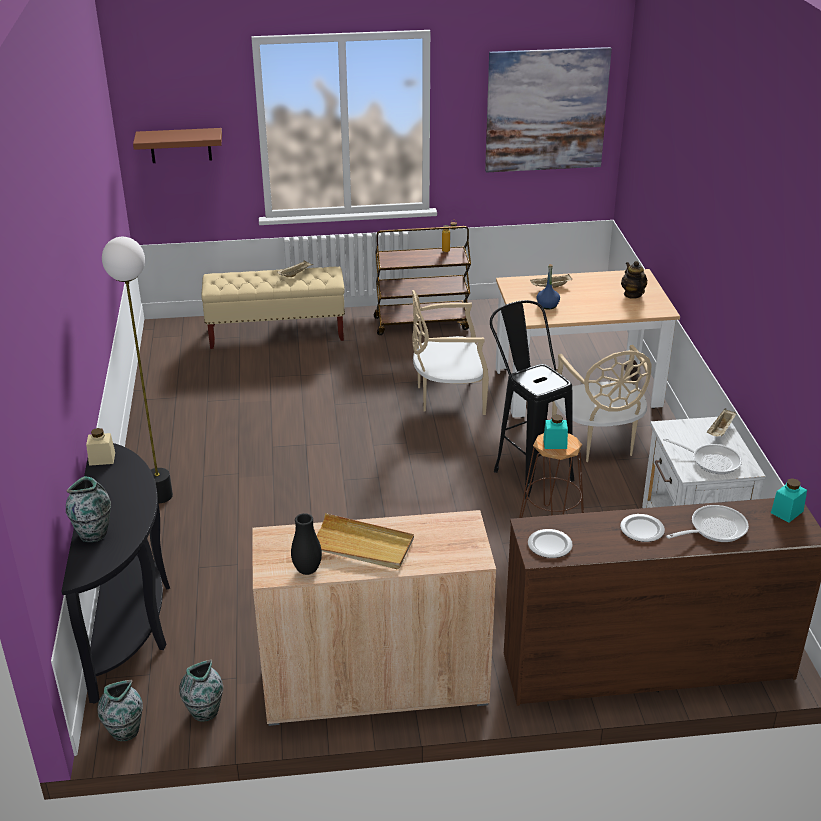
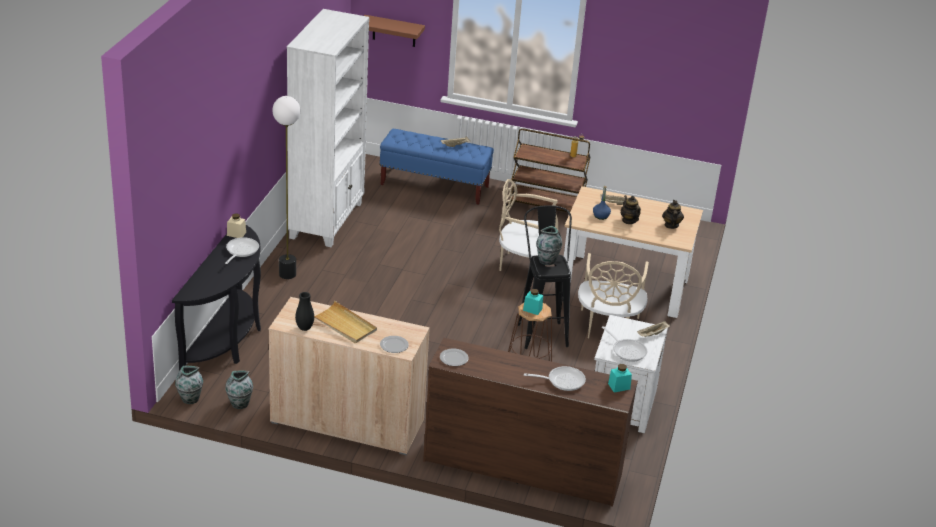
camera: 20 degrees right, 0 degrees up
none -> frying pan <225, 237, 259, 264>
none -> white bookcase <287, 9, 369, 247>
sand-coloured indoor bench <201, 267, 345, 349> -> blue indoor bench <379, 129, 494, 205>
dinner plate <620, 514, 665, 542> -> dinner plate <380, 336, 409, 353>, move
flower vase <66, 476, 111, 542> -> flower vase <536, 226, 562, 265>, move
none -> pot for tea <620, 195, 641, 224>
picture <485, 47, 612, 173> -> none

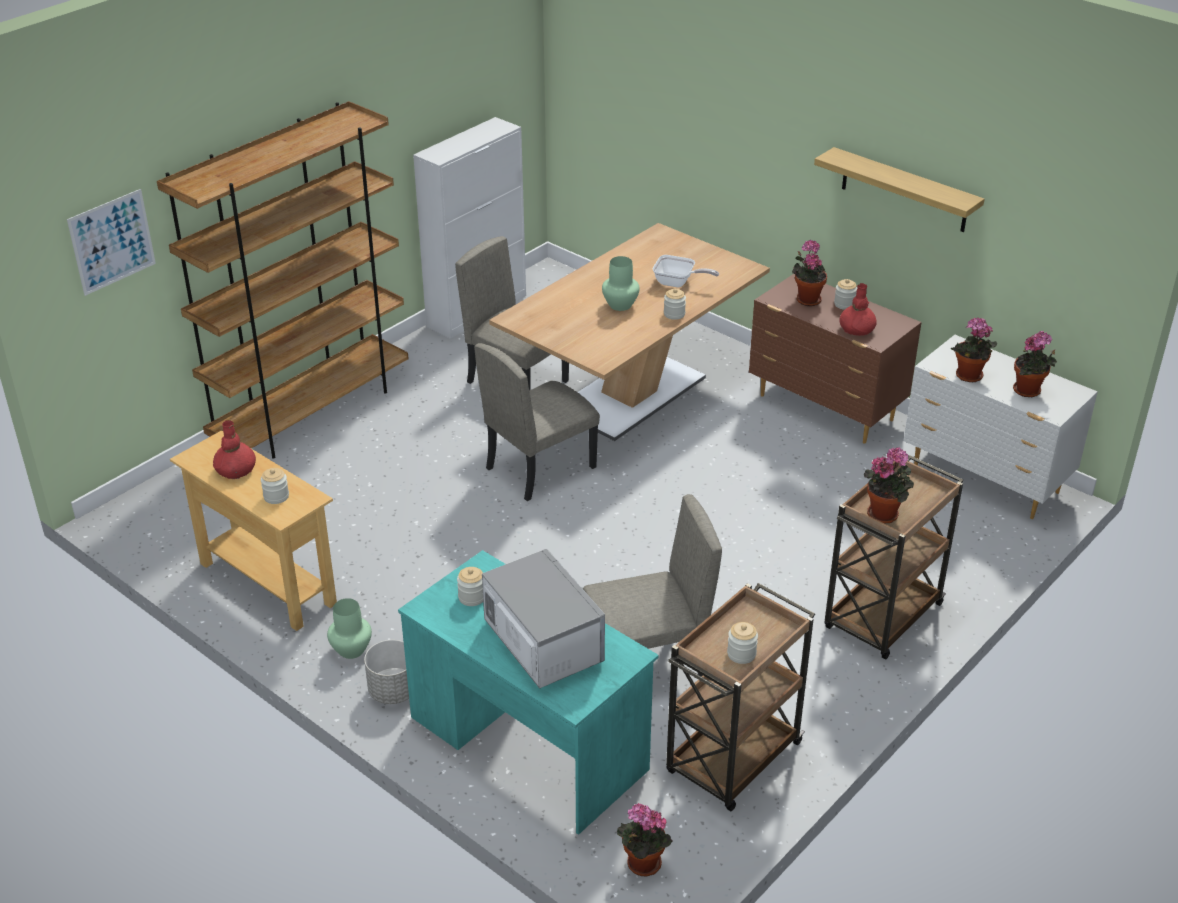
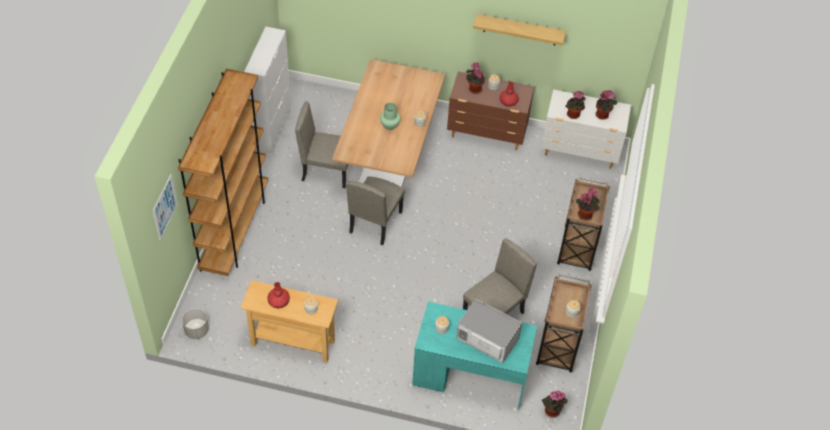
camera: 30 degrees left, 15 degrees up
greyish plant pot <364, 640, 409, 704> -> greyish plant pot <182, 308, 209, 339>, move
greenish flower vase <327, 598, 372, 659> -> none
frying pan <653, 255, 719, 287> -> none

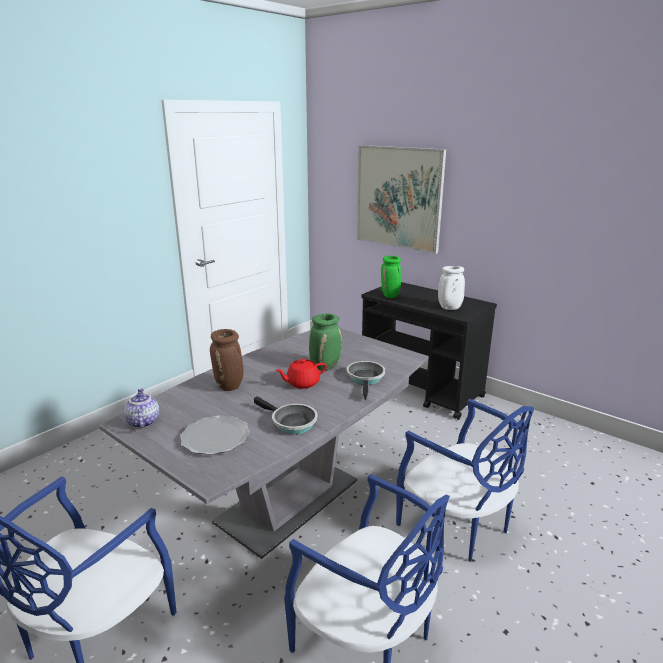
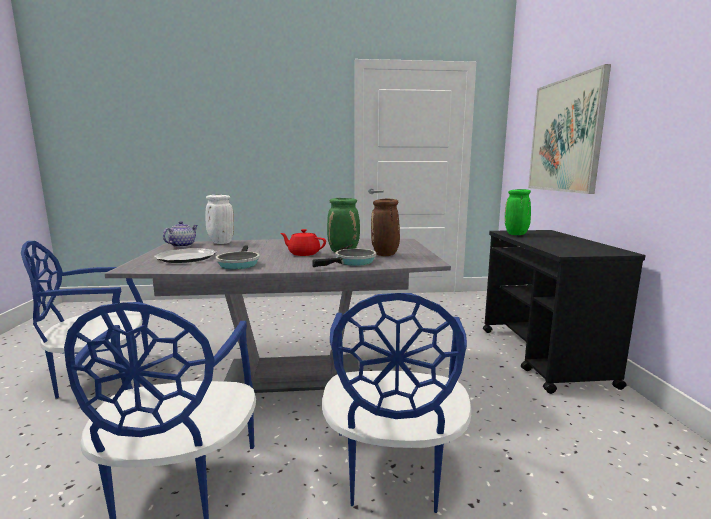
camera: 45 degrees right, 10 degrees down
white flower vase <438, 266, 465, 310> -> white flower vase <206, 195, 234, 244>, move
brown flower vase <210, 329, 244, 391> -> brown flower vase <371, 199, 400, 256>, move

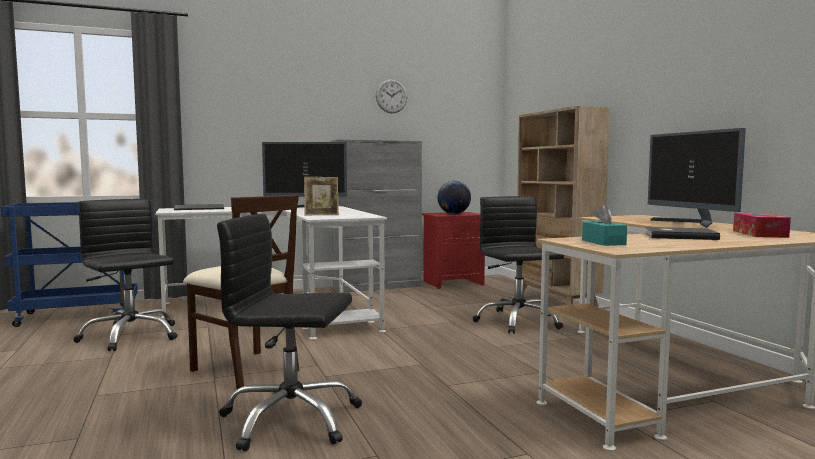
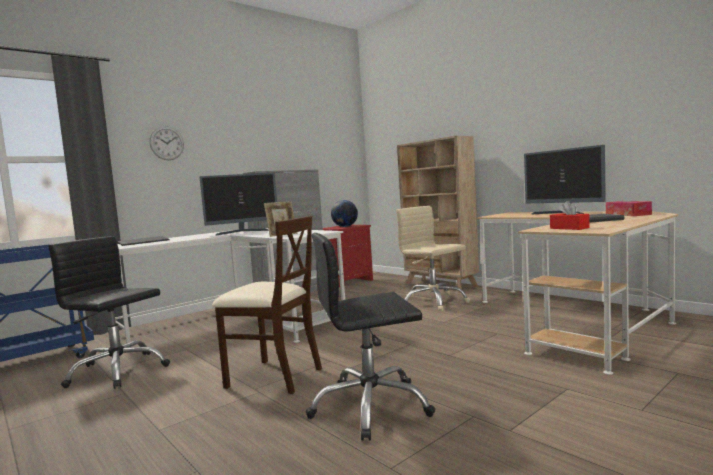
camera: 20 degrees left, 0 degrees up
wall clock <376, 79, 408, 113> -> wall clock <150, 126, 184, 160>, move
blackish office chair <473, 196, 564, 334> -> sand-coloured office chair <396, 206, 470, 311>
blue-green box of tissues <582, 204, 627, 246> -> reddish box of tissues <550, 201, 590, 230>

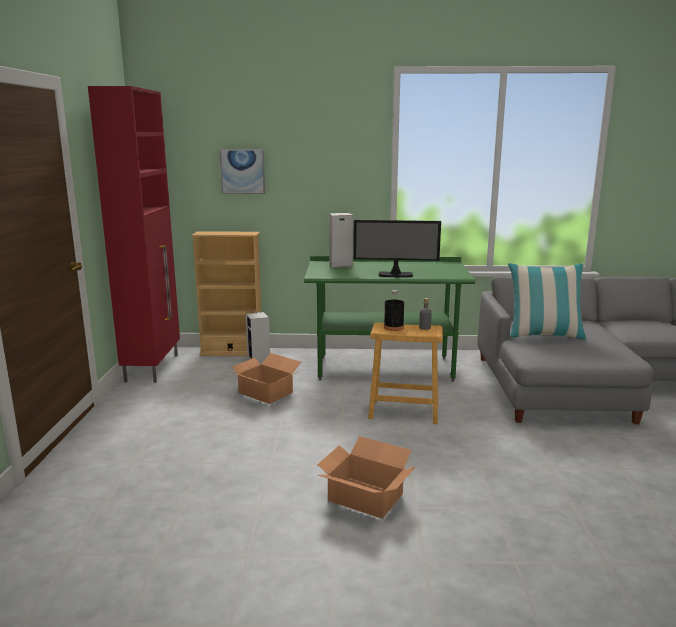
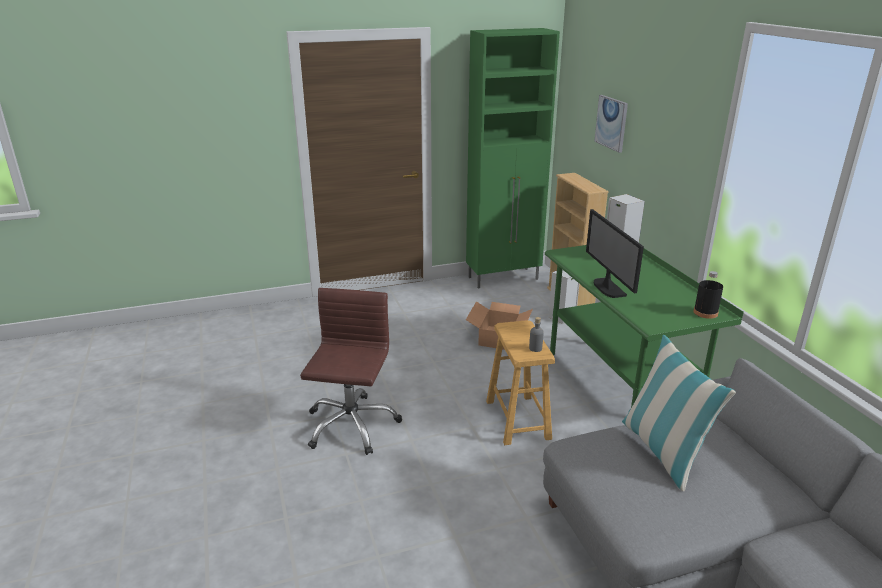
camera: 70 degrees right, 10 degrees up
cardboard box <317, 436, 415, 519> -> brown office chair <300, 288, 402, 455>
reddish cupboard <88, 86, 180, 383> -> greenish cupboard <466, 28, 560, 288>
blackish beverage bottle <384, 290, 404, 331> -> blackish beverage bottle <693, 271, 723, 319>, move

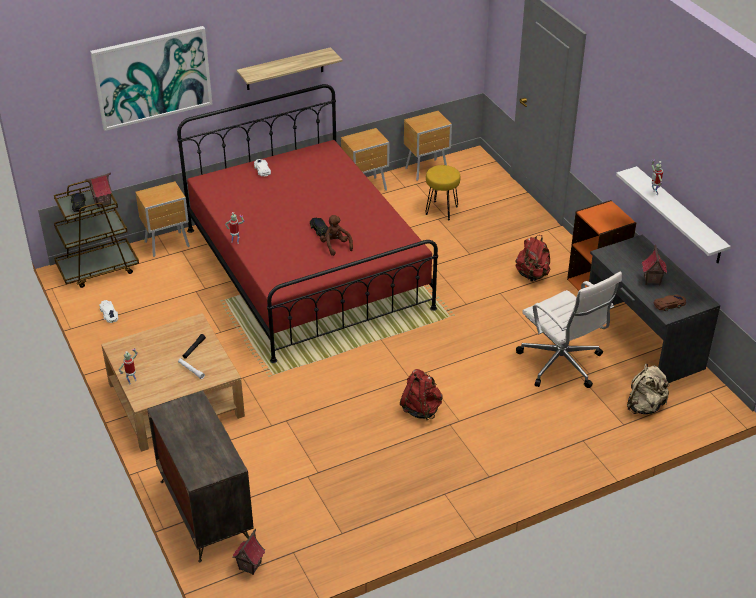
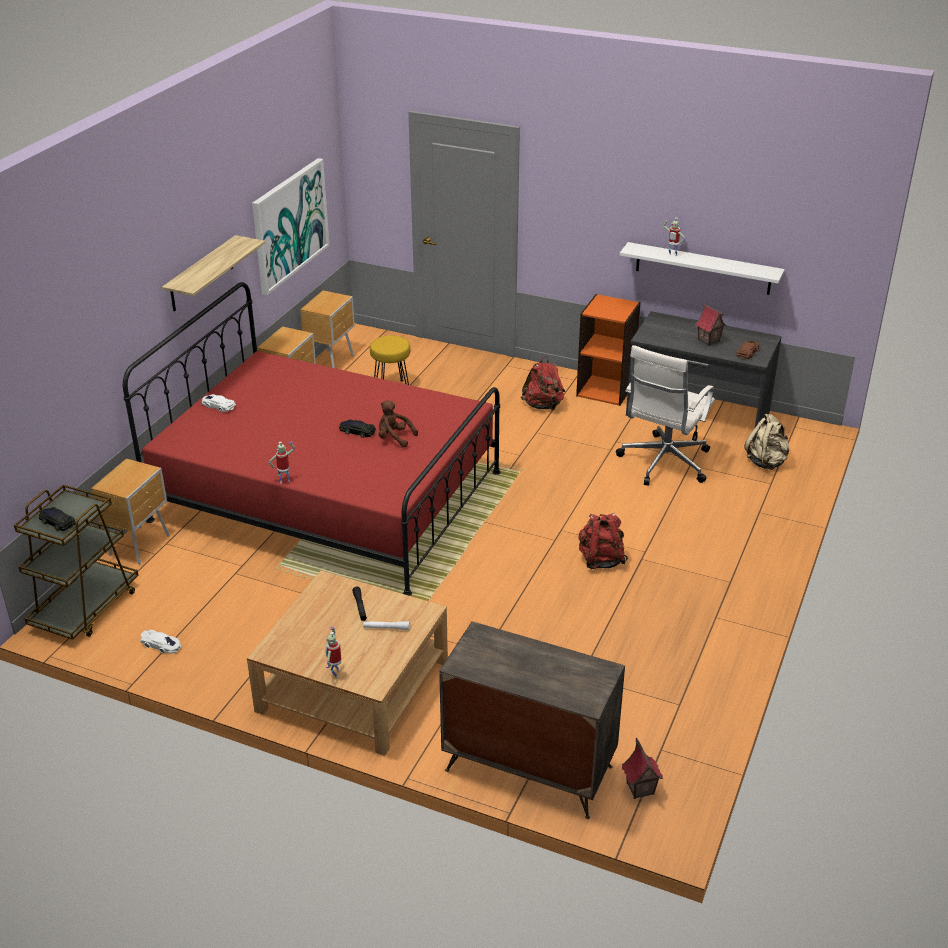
camera: 40 degrees left, 5 degrees down
picture <90, 26, 212, 131> -> picture <252, 158, 330, 295>, move
white office chair <516, 272, 622, 388> -> white office chair <616, 345, 715, 485>, 105 degrees clockwise
toy house <85, 172, 112, 207> -> none

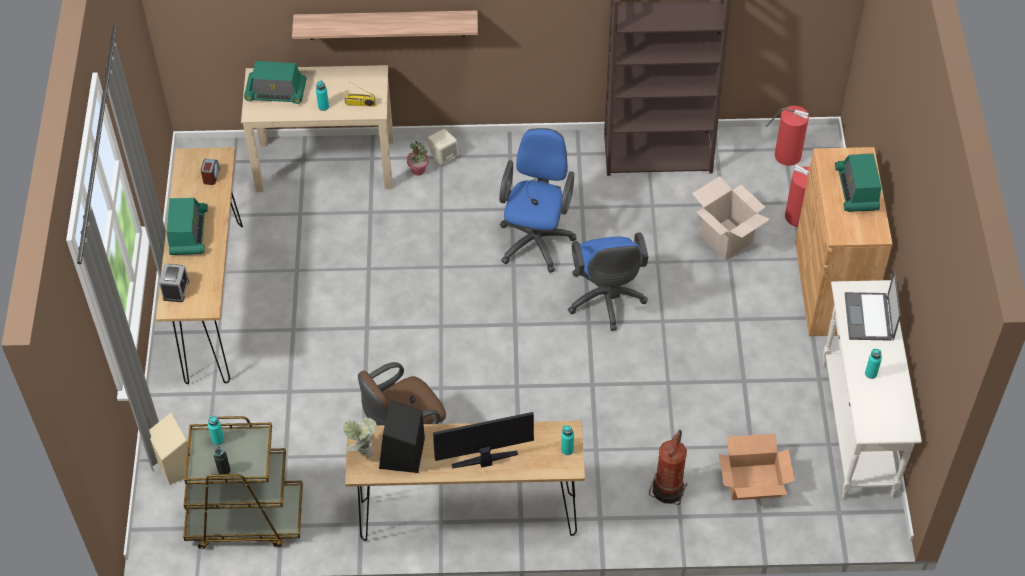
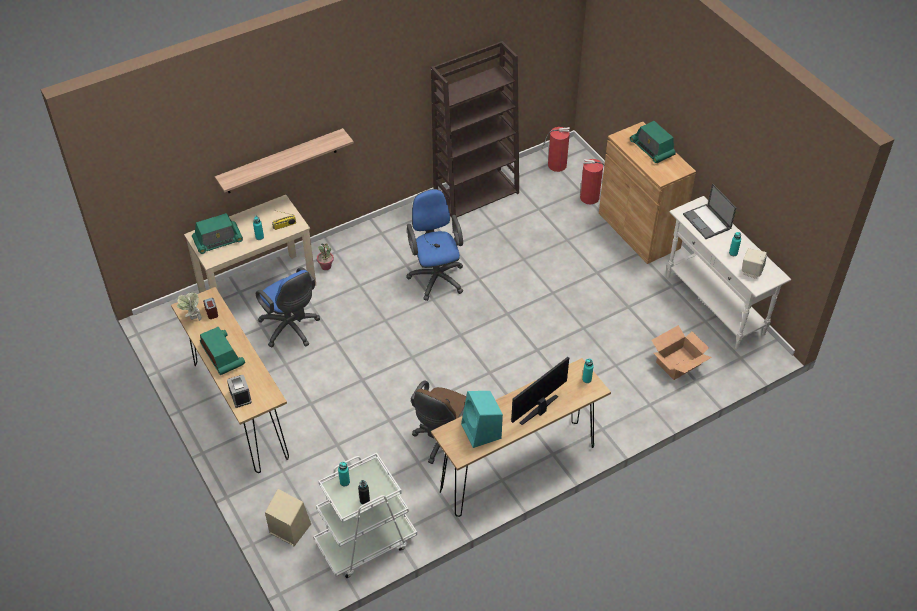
camera: 30 degrees left, 5 degrees down
plant in a pot <343, 417, 377, 458> -> plant in a pot <177, 292, 202, 321>, move
blue office chair <568, 232, 648, 331> -> blue office chair <256, 267, 320, 347>, move
brown cart <183, 416, 303, 549> -> white cart <313, 453, 417, 578>
blackish speaker <379, 399, 425, 473> -> blue-green speaker <461, 391, 503, 448>
sand-coloured speaker <428, 129, 458, 165> -> sand-coloured speaker <742, 248, 767, 279>, move
extinguisher <649, 430, 687, 505> -> none
cardboard box <692, 176, 770, 260> -> none

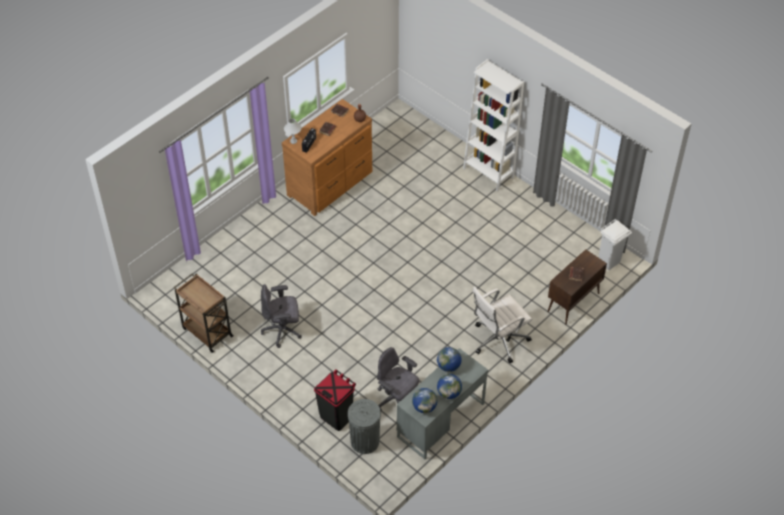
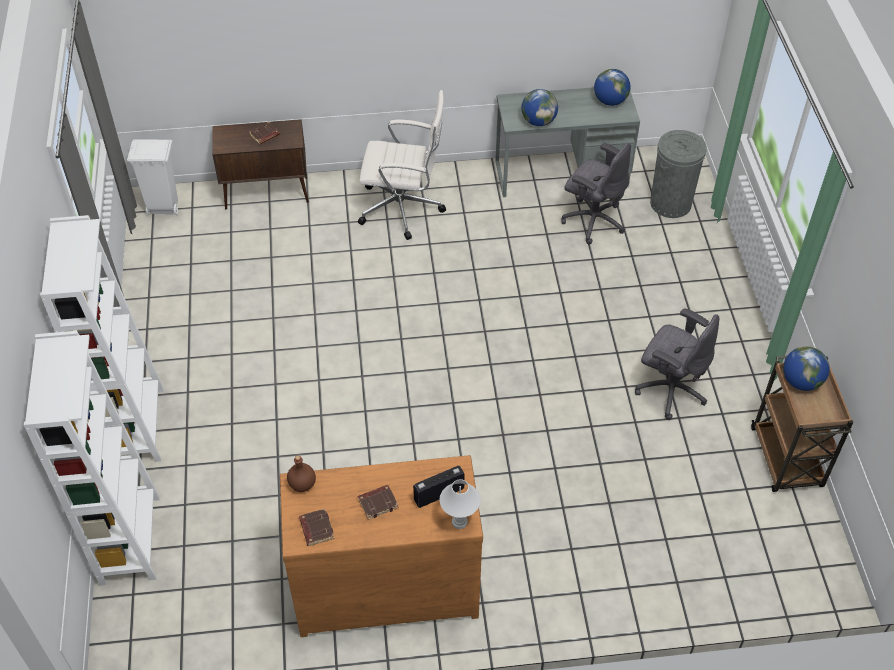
camera: 140 degrees left, 0 degrees up
none -> white bookcase <24, 331, 160, 586>
greyish office chair <377, 347, 419, 411> -> greyish office chair <561, 143, 631, 245>, 45 degrees counterclockwise
desk globe <437, 374, 462, 399> -> desk globe <783, 346, 830, 391>, move
blackish trash can <314, 369, 356, 431> -> none

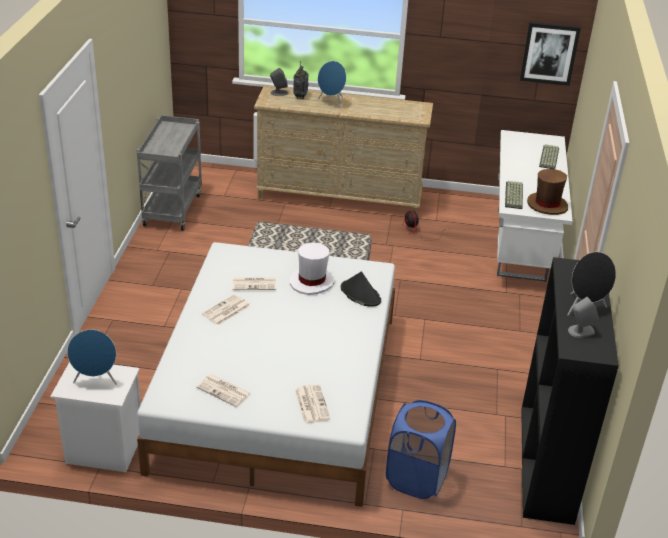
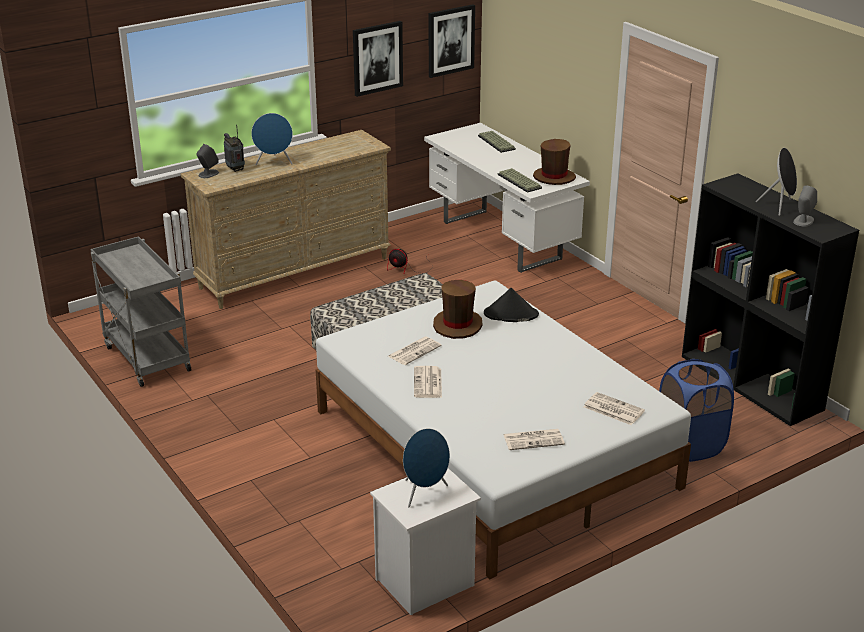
camera: 40 degrees left, 5 degrees down
none -> picture <353, 21, 403, 97>
white hat <290, 243, 334, 295> -> brown hat <433, 280, 483, 339>

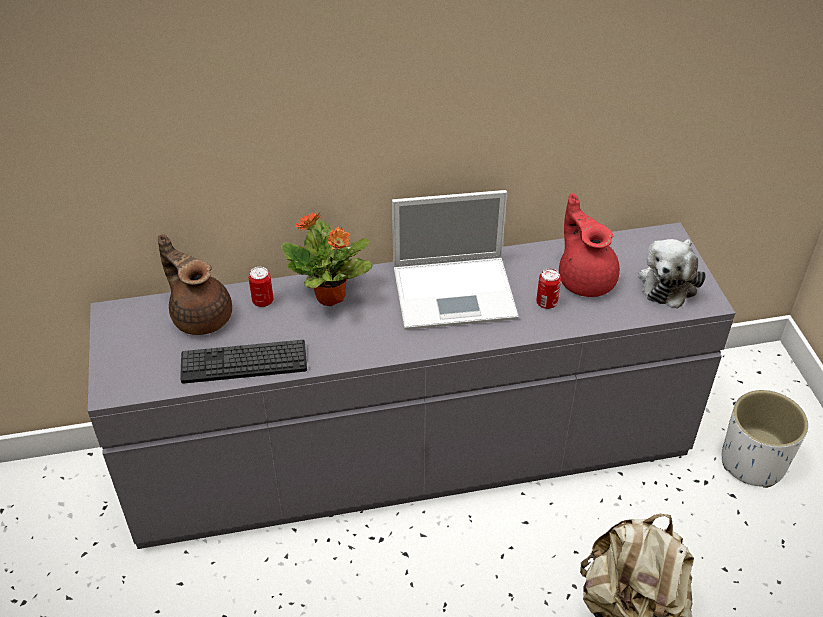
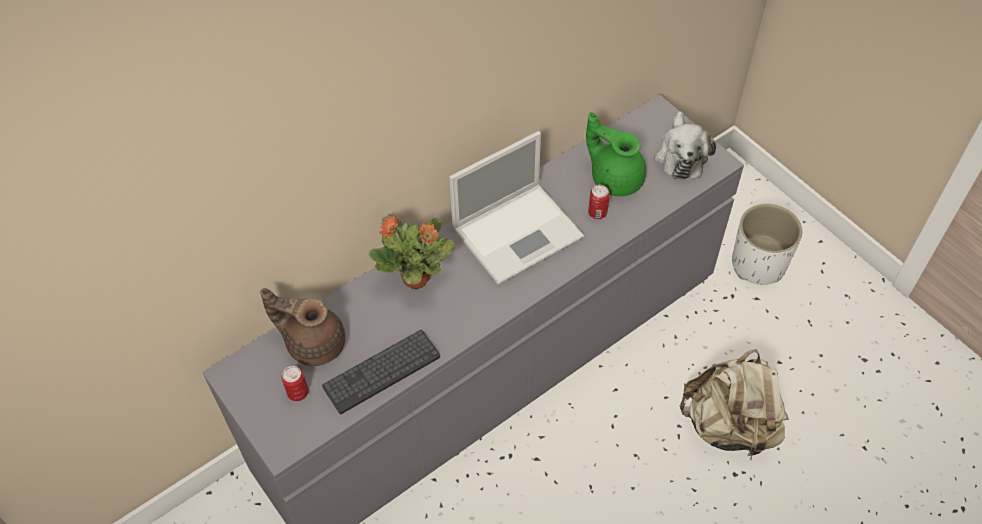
camera: 25 degrees left, 10 degrees up
can <248, 267, 273, 307> -> can <282, 366, 309, 401>, move
reddish pot for tea <559, 193, 620, 297> -> greenish pot for tea <586, 112, 646, 196>

